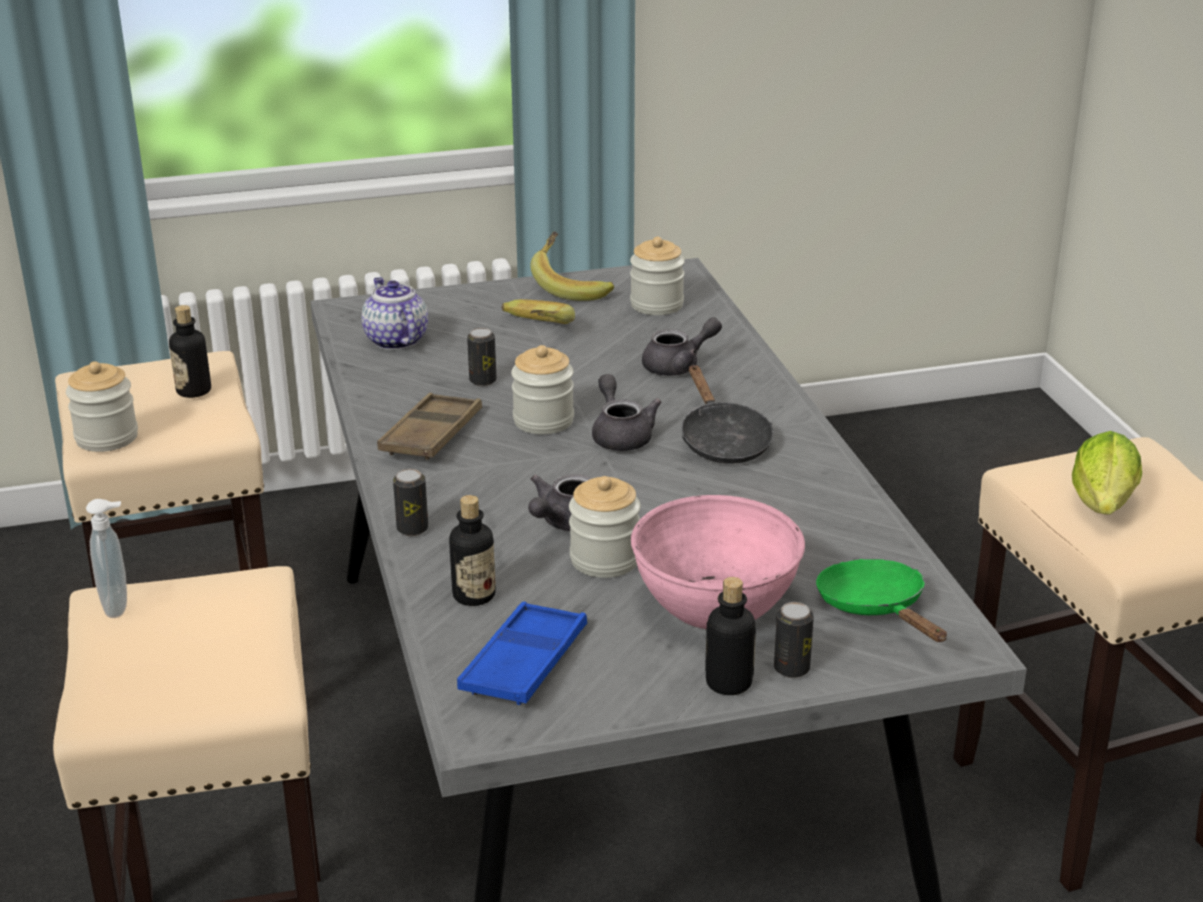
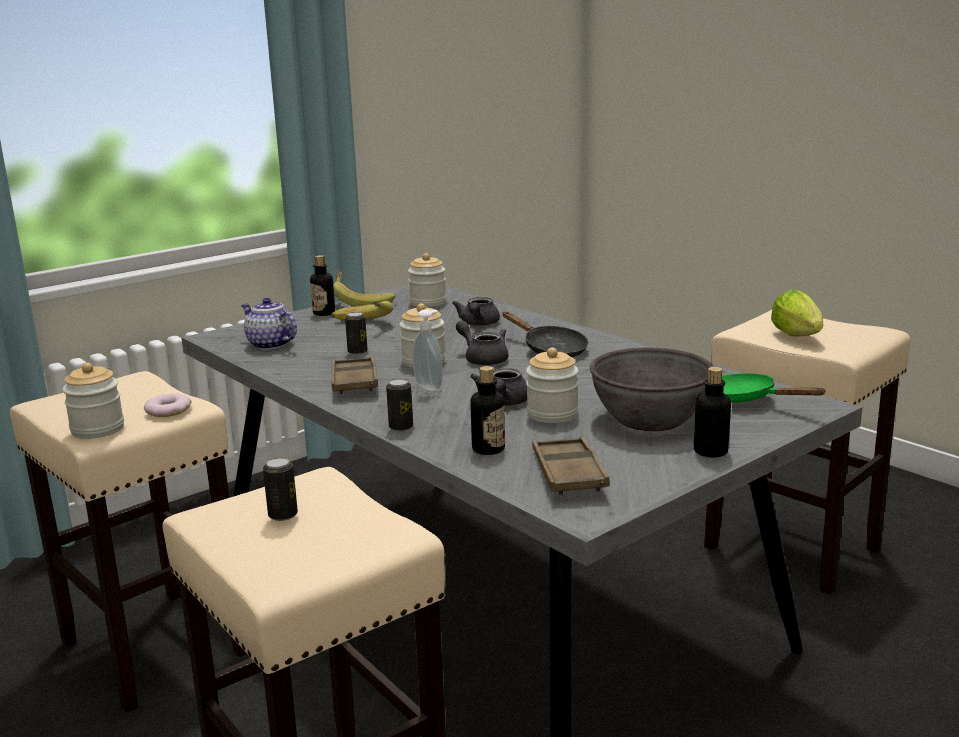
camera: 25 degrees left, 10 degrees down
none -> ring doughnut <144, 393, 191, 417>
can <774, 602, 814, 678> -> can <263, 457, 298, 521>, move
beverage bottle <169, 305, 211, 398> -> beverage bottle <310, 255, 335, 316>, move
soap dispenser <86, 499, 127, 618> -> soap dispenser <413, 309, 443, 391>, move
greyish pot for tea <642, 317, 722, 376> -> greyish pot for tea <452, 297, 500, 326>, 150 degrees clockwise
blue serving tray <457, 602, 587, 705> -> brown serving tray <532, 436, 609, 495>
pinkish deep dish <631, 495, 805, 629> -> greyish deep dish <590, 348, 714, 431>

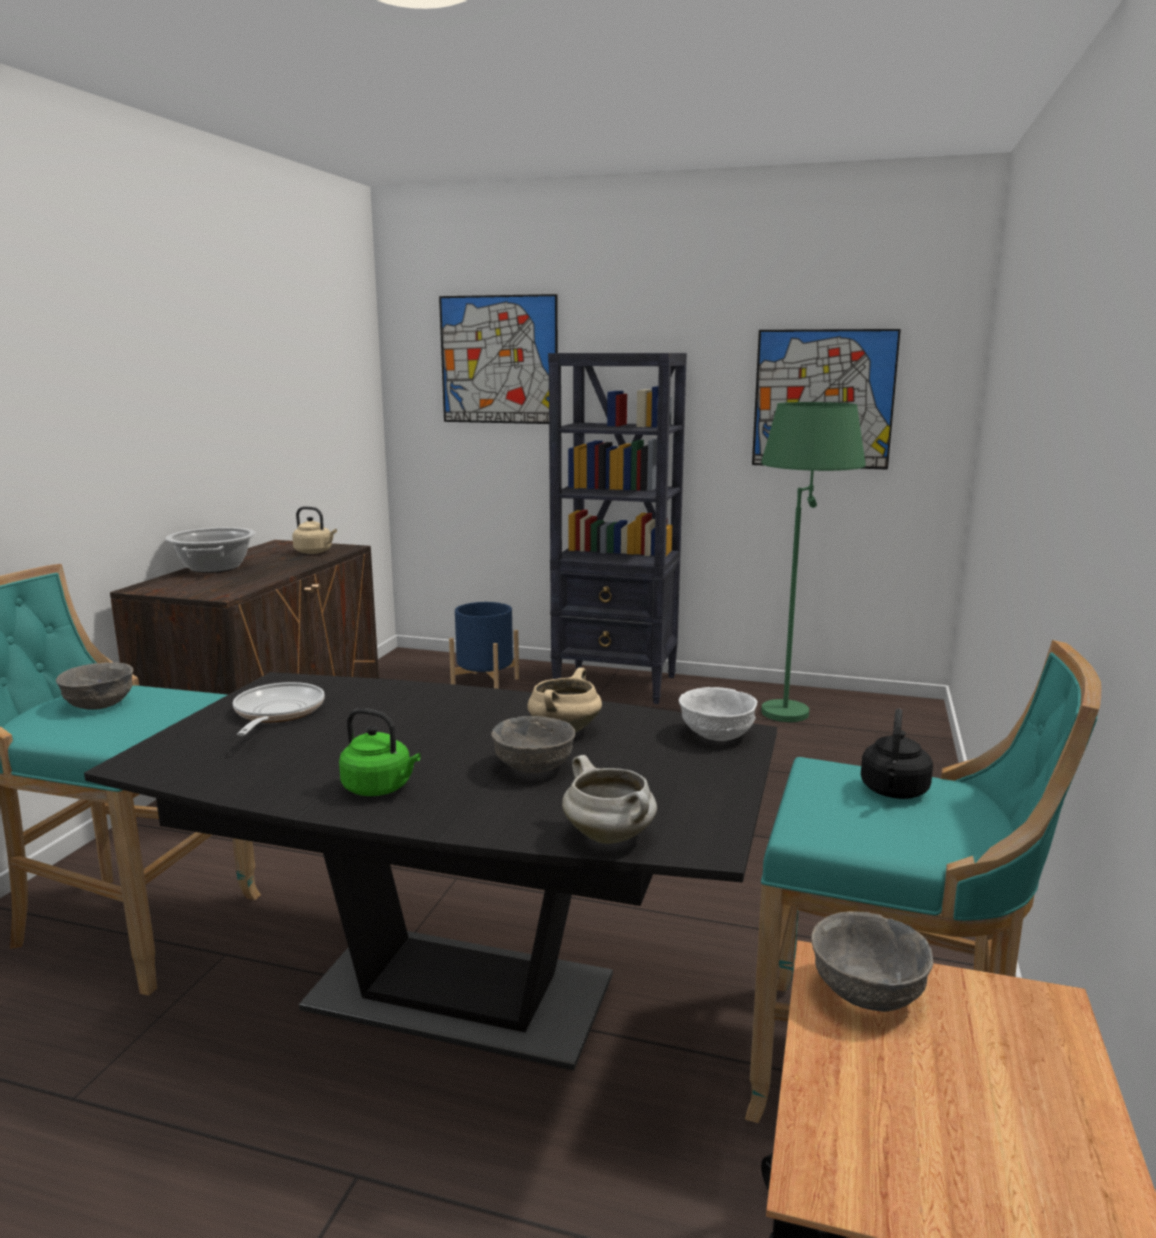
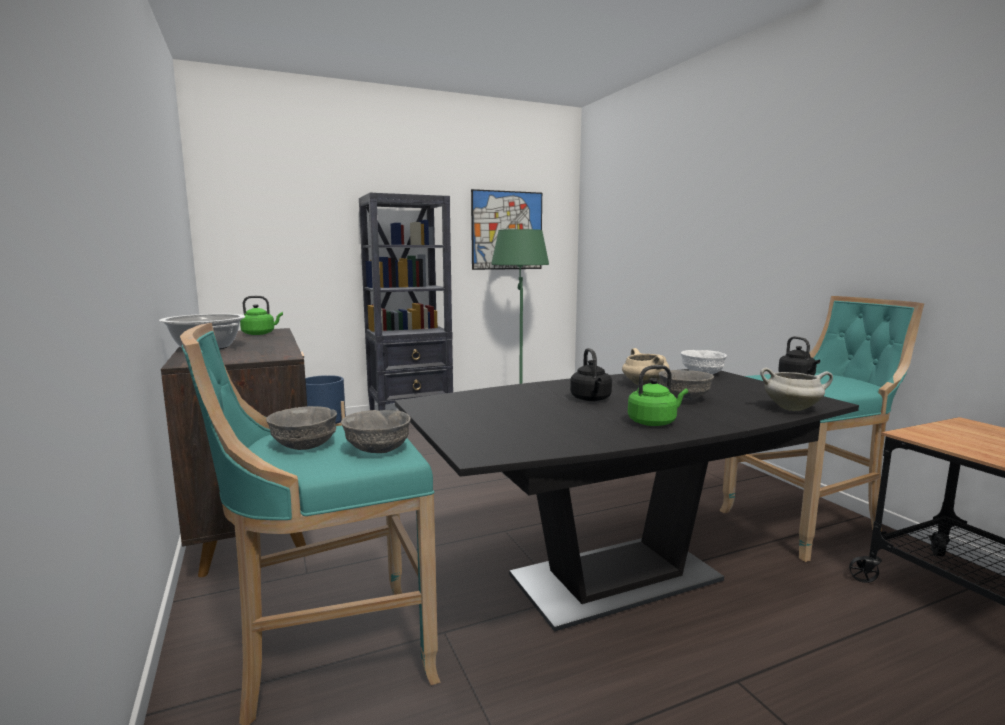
camera: 40 degrees left, 5 degrees down
sand-coloured tea kettle <292, 506, 337, 554> -> greenish tea kettle <240, 296, 283, 335>
greyish deep dish <811, 911, 933, 1012> -> greyish deep dish <341, 410, 411, 453>, move
none -> blackish tea kettle <570, 348, 612, 401>
frying pan <233, 682, 325, 736> -> none
picture <439, 294, 558, 424> -> none

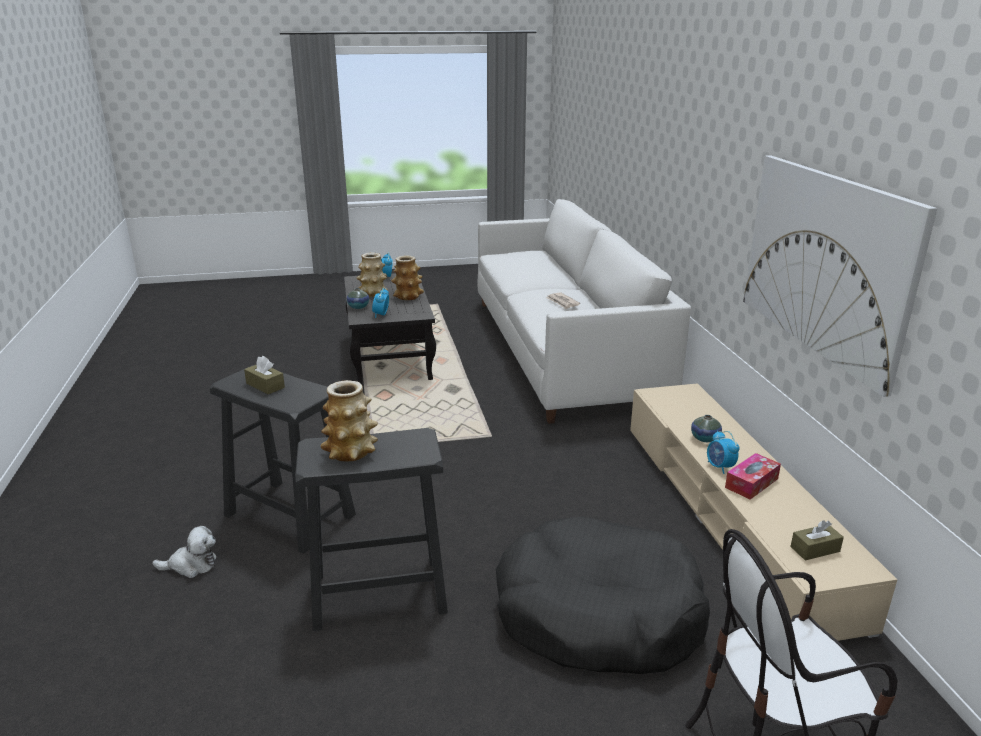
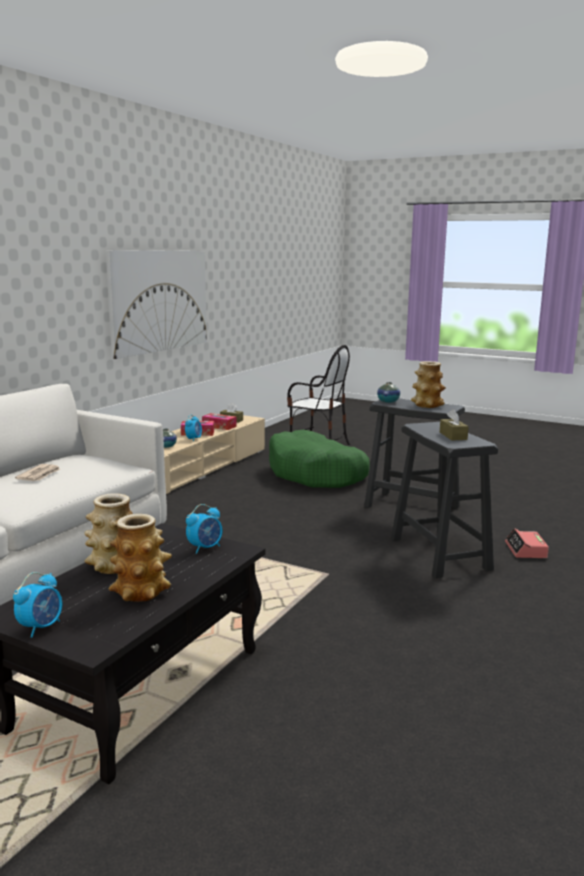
camera: 140 degrees left, 10 degrees down
none -> box of tissues <202, 413, 237, 430>
blackish dog bed <496, 516, 710, 674> -> greenish dog bed <269, 430, 370, 488>
flower vase <347, 288, 369, 309> -> flower vase <377, 382, 400, 403>, move
soft toy <152, 526, 216, 578> -> alarm clock <505, 528, 549, 558>

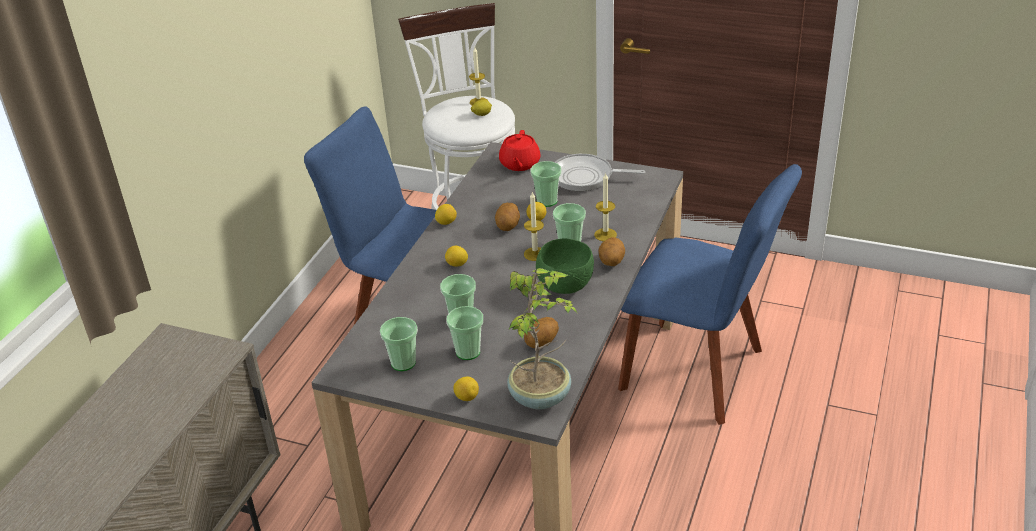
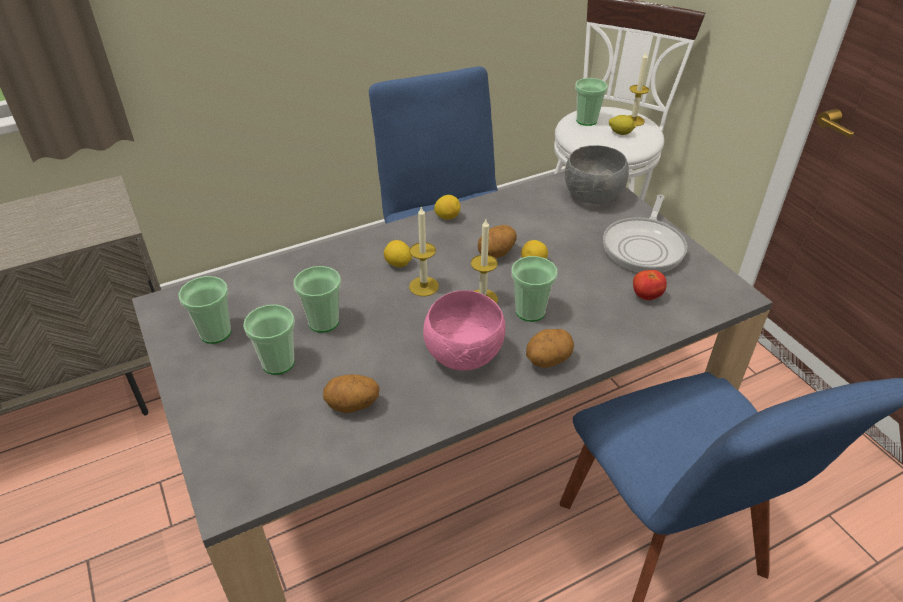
camera: 40 degrees right, 5 degrees up
wax candle <594, 172, 617, 241> -> wax candle <409, 206, 439, 296>, move
greenish deep dish <536, 239, 594, 294> -> pinkish deep dish <423, 290, 505, 371>
reddish pot for tea <499, 130, 540, 171> -> greyish deep dish <565, 145, 629, 204>
drinking cup <530, 161, 562, 207> -> drinking cup <575, 78, 608, 126>, move
frying pan <555, 154, 645, 191> -> frying pan <603, 195, 687, 272>, 120 degrees counterclockwise
none -> whole tomato <633, 270, 667, 300>
citrus fruit <453, 376, 479, 401> -> none
plant in a pot <507, 268, 577, 410> -> none

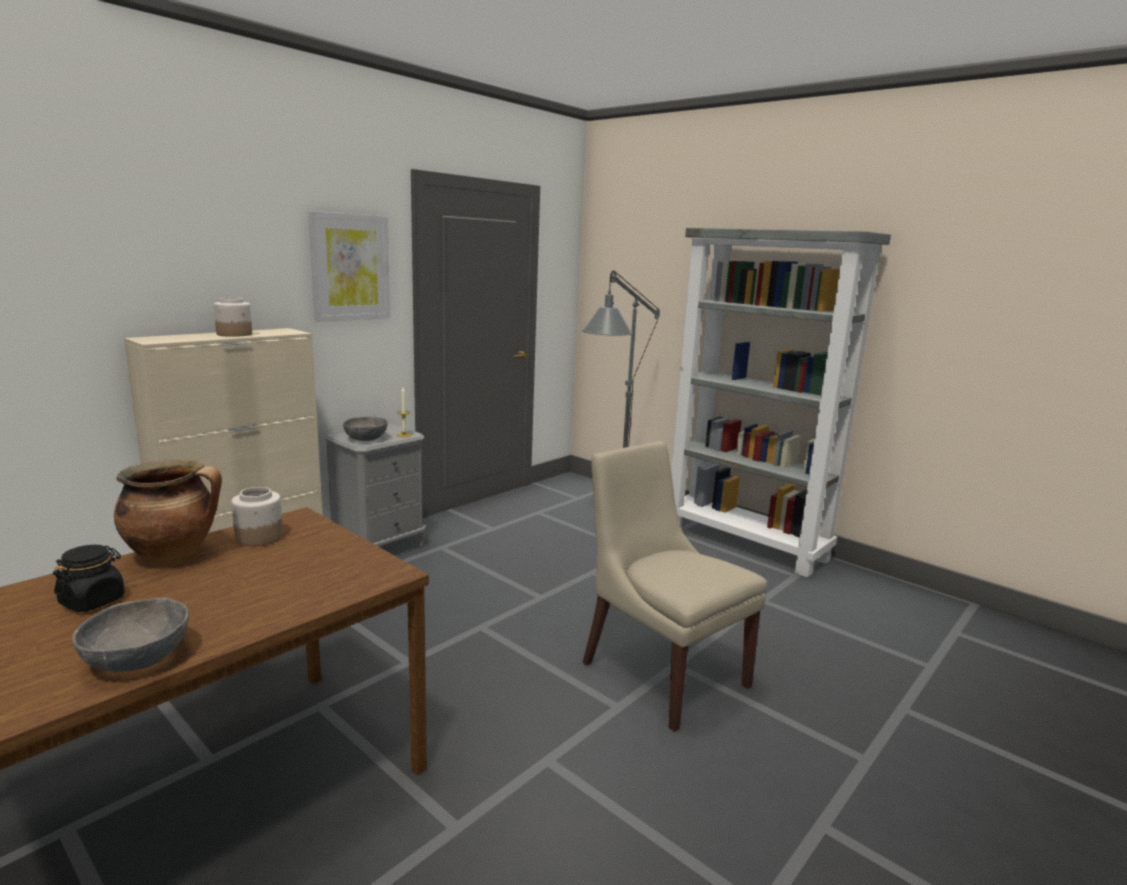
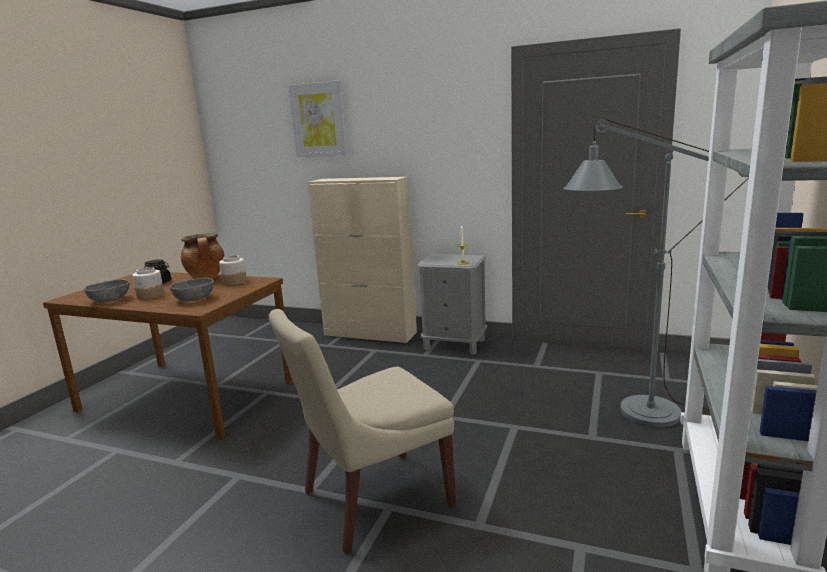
camera: 70 degrees right, 0 degrees up
jar <214, 297, 252, 337> -> jar <132, 267, 164, 299>, move
greyish deep dish <343, 416, 388, 441> -> greyish deep dish <170, 278, 214, 301>, move
sand-coloured chair <582, 441, 767, 732> -> sand-coloured chair <269, 309, 456, 555>, 150 degrees counterclockwise
picture <309, 211, 390, 322> -> picture <289, 80, 347, 157>, move

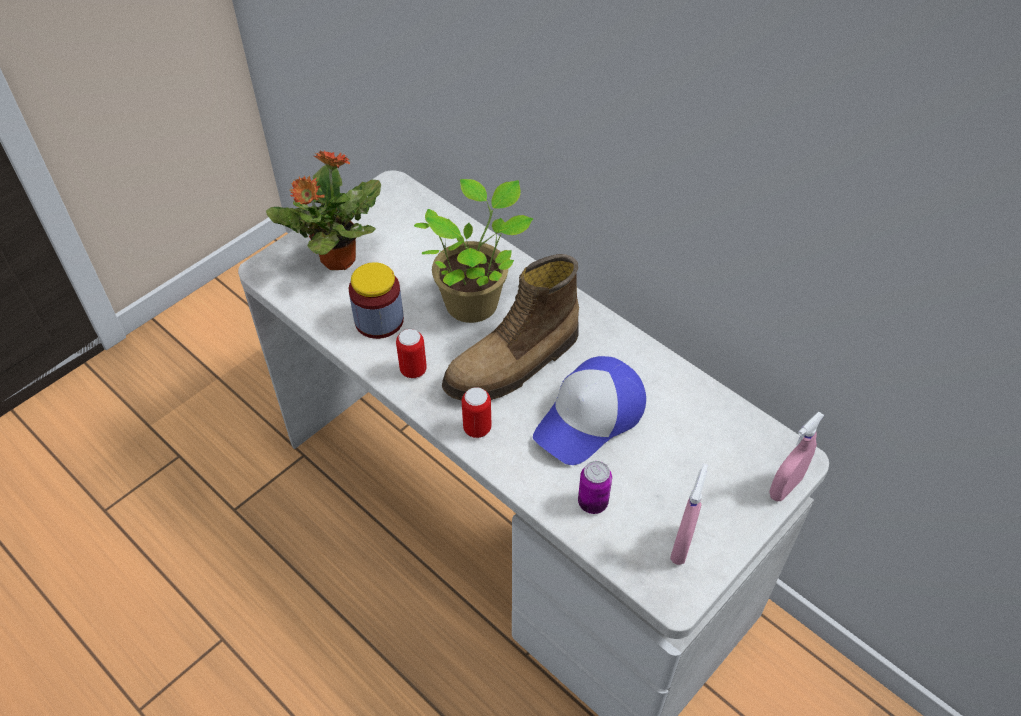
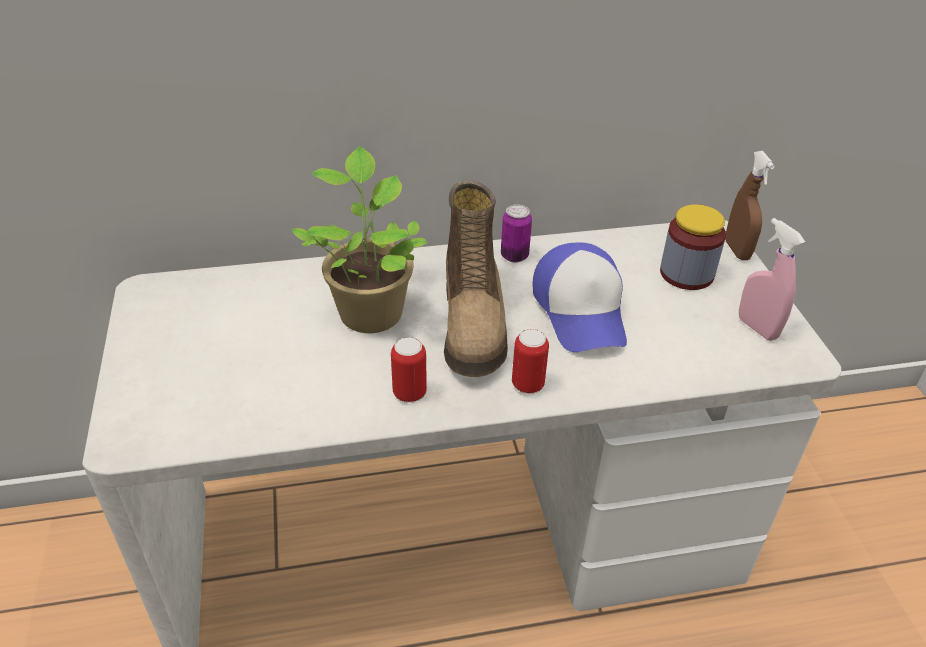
camera: 55 degrees left, 10 degrees down
can <578, 461, 612, 514> -> can <501, 204, 532, 263>, move
jar <349, 262, 404, 339> -> jar <660, 204, 726, 290>, move
pinkish spray bottle <769, 412, 824, 501> -> brown spray bottle <725, 151, 775, 260>
plant in a pot <266, 150, 381, 270> -> none

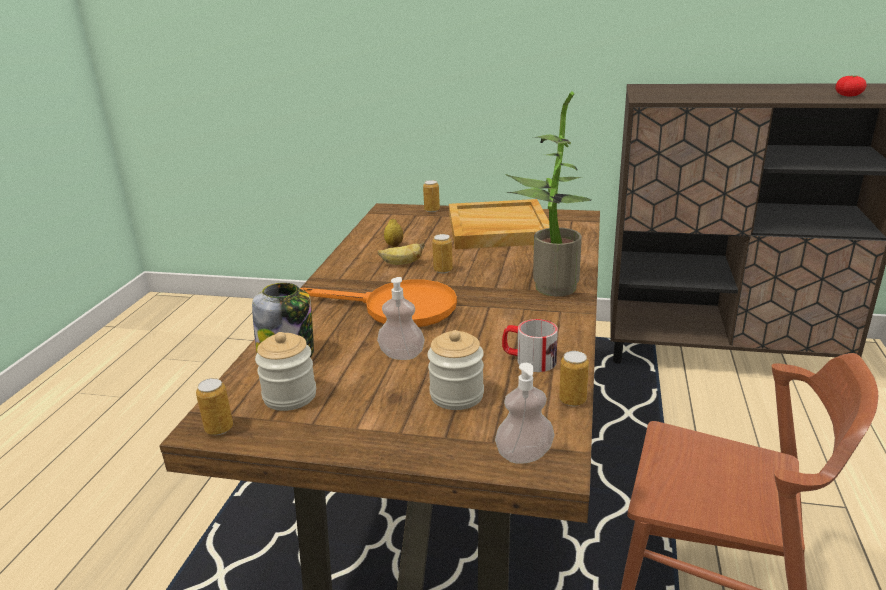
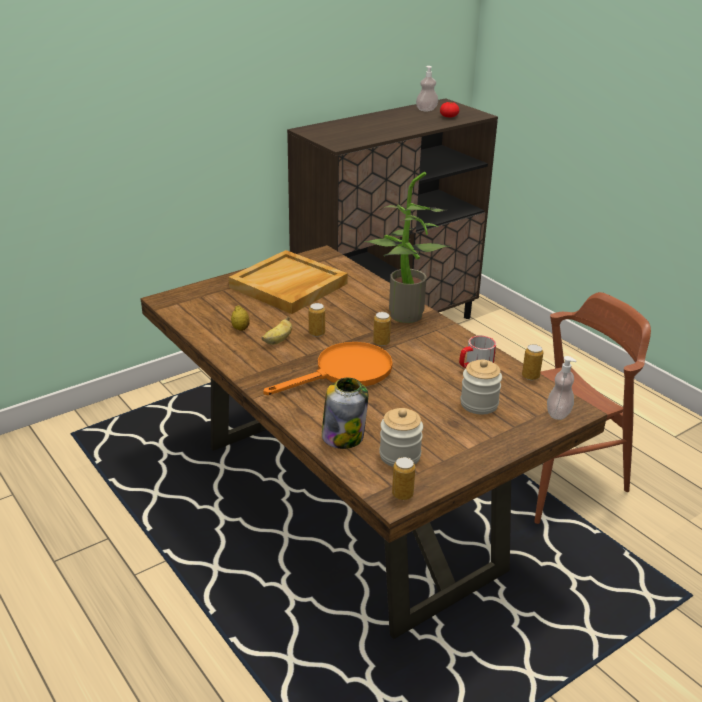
camera: 50 degrees left, 5 degrees up
can <423, 180, 440, 212> -> can <373, 312, 391, 346>, move
soap dispenser <377, 277, 425, 360> -> soap dispenser <416, 66, 438, 111>, move

